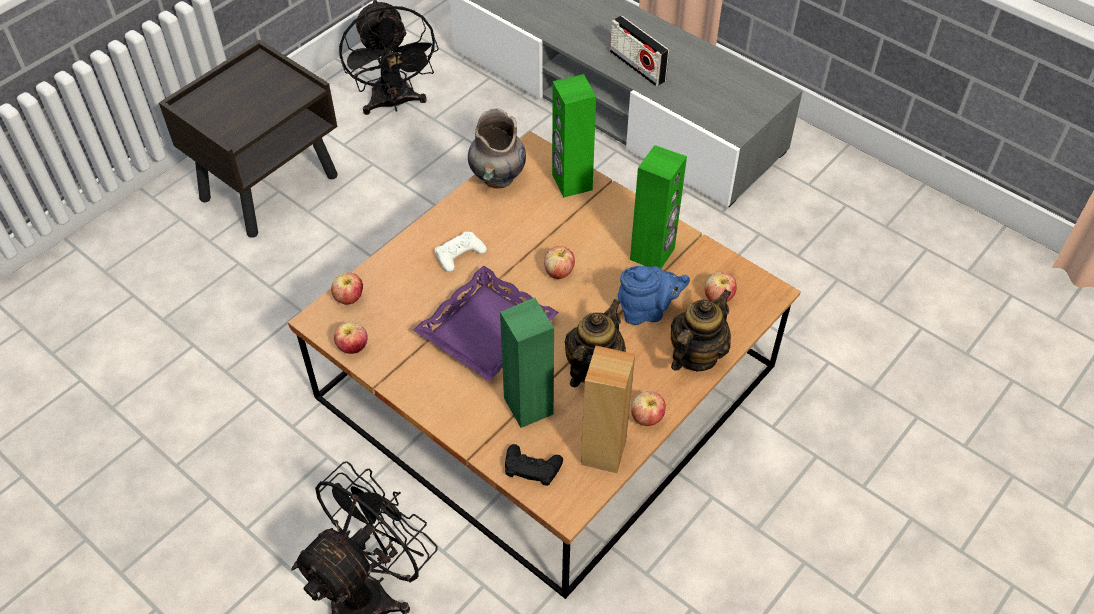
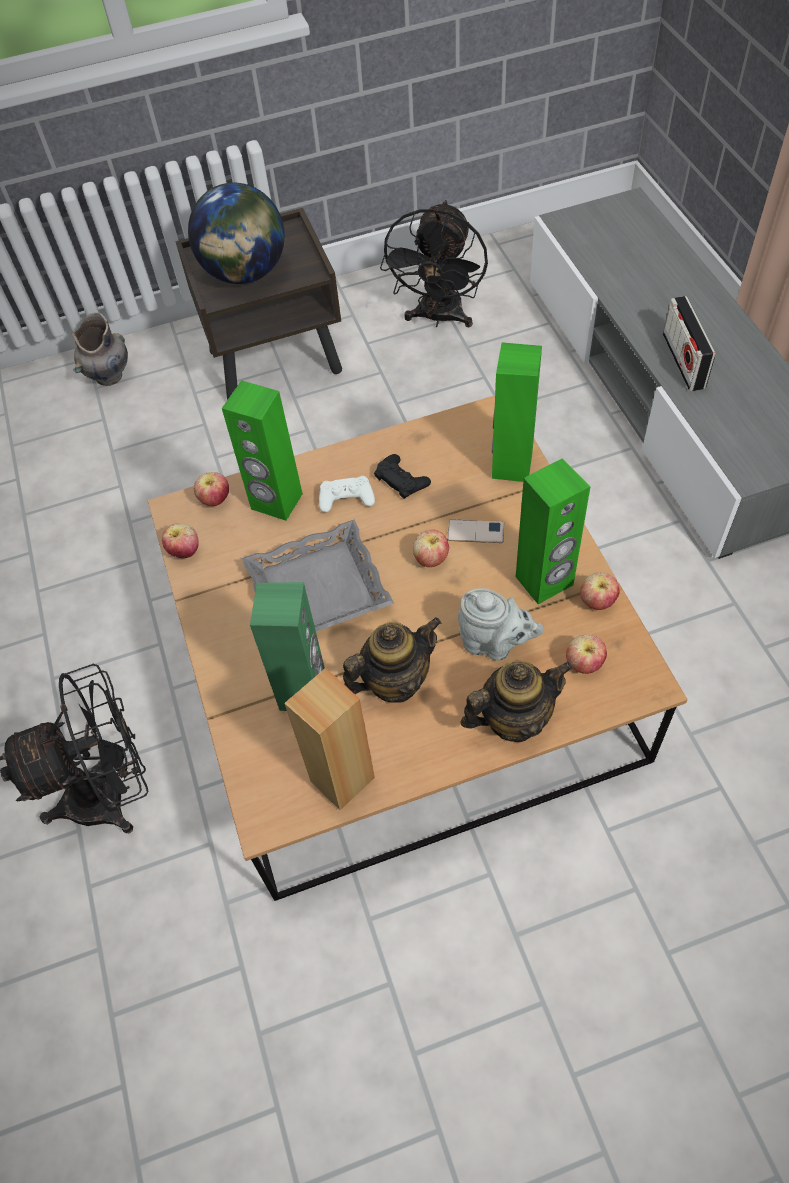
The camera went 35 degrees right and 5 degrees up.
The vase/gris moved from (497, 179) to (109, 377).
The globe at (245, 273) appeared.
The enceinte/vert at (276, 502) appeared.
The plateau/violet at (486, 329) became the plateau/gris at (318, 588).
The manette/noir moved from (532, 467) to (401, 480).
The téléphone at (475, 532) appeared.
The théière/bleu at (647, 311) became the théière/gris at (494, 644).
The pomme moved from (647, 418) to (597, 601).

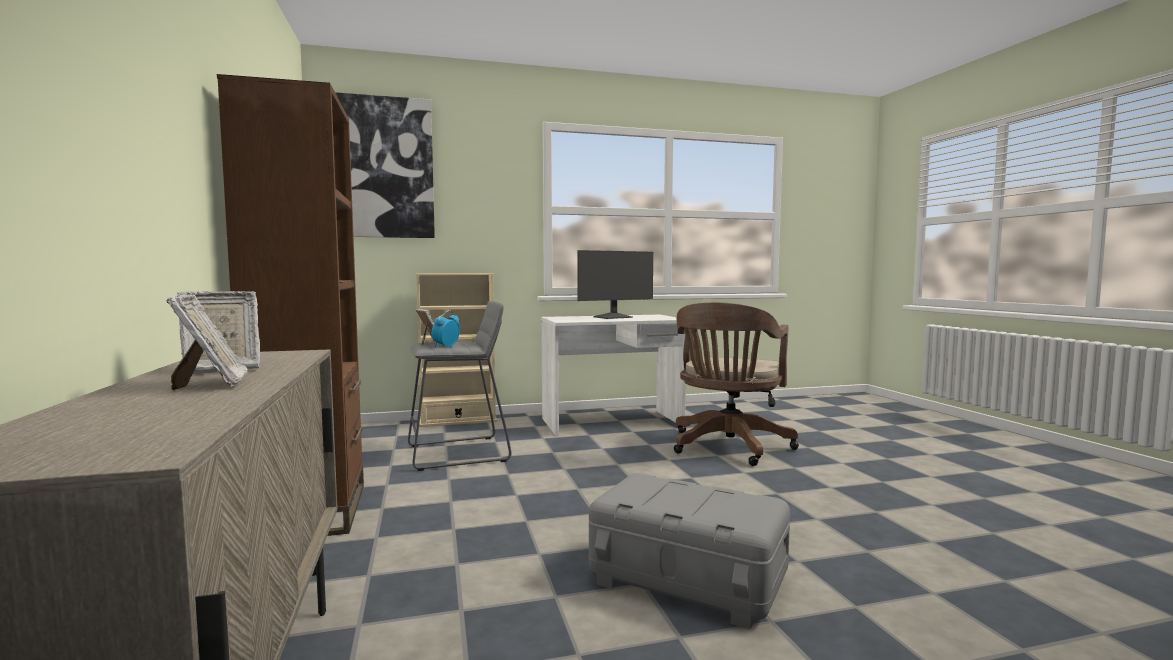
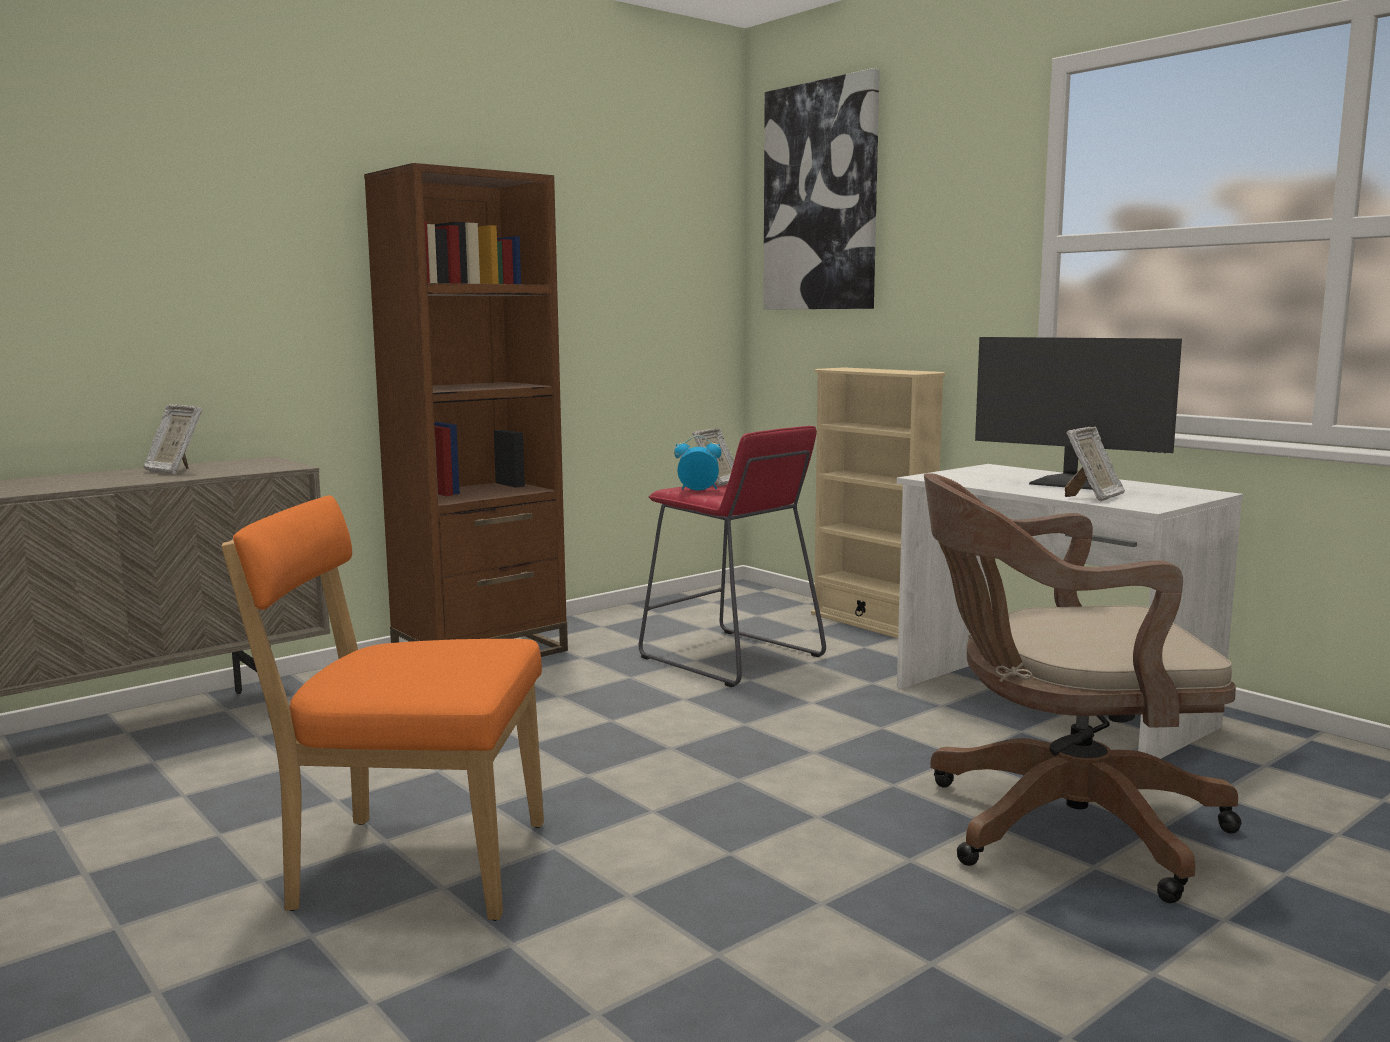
The camera went 65 degrees right and 5 degrees up.
The boîte de rangement/gris at (687, 579) was replaced by the chaise/orange at (409, 865).
The tabouret/gris at (458, 453) became the tabouret/rouge at (731, 657).
The cadre photo moved from (212, 384) to (1093, 497).

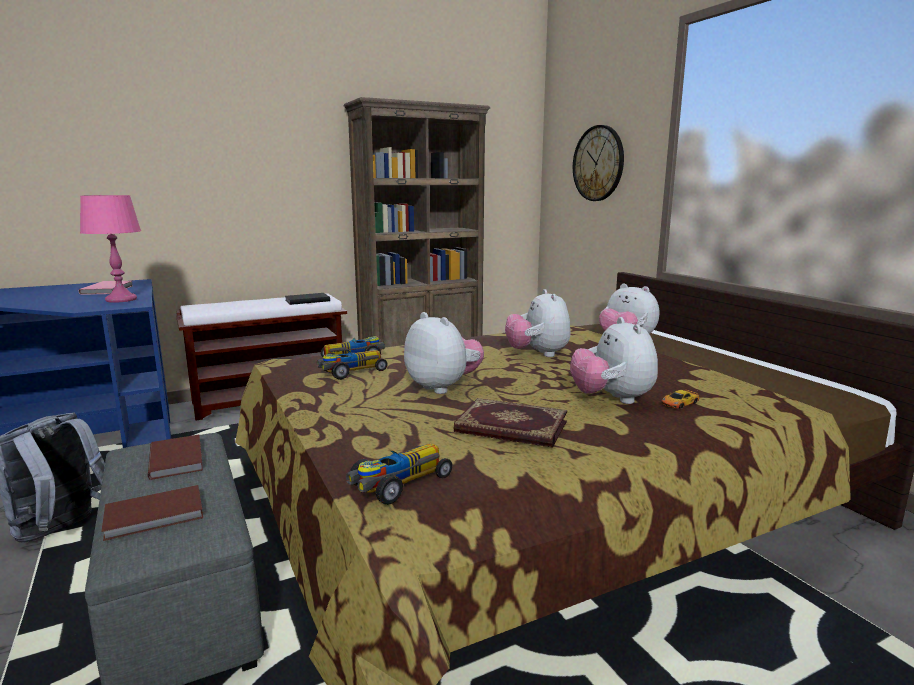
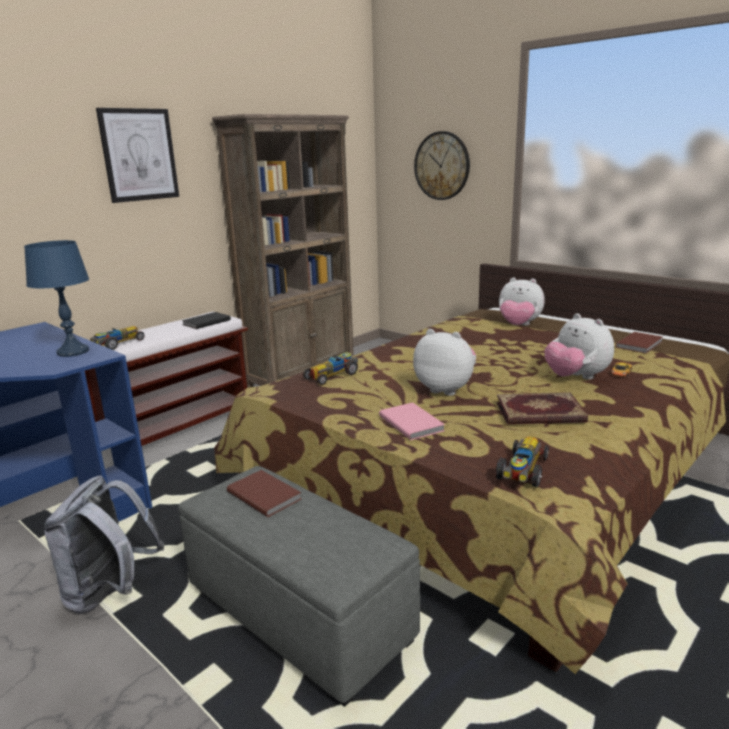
The camera went 20 degrees left and 5 degrees up.
The lampe de table/rose at (121, 300) became the lampe de table/bleu at (72, 352).
The petite voiture moved from (351, 372) to (117, 344).
The tableau at (139, 155) appeared.
The livre/rose moved from (109, 289) to (412, 423).
The livre/marron moved from (156, 515) to (640, 344).
The peluche at (538, 354) disappeared.

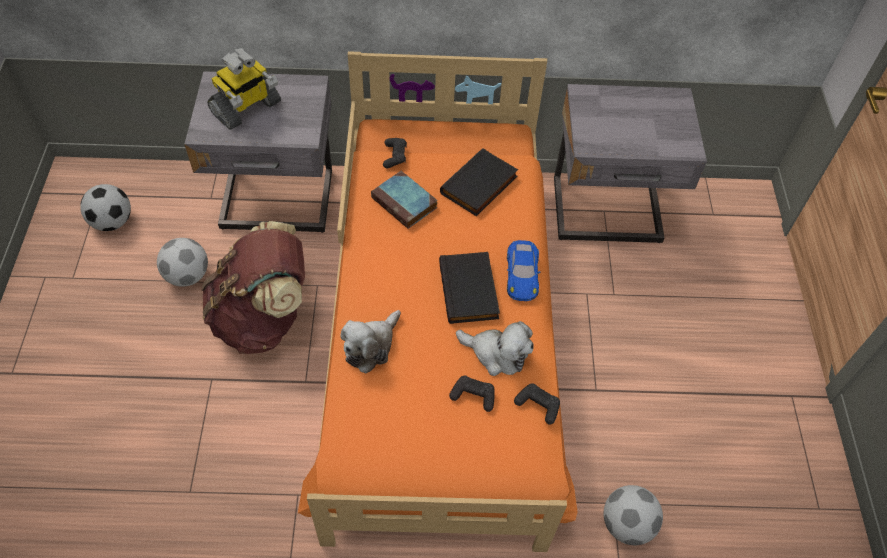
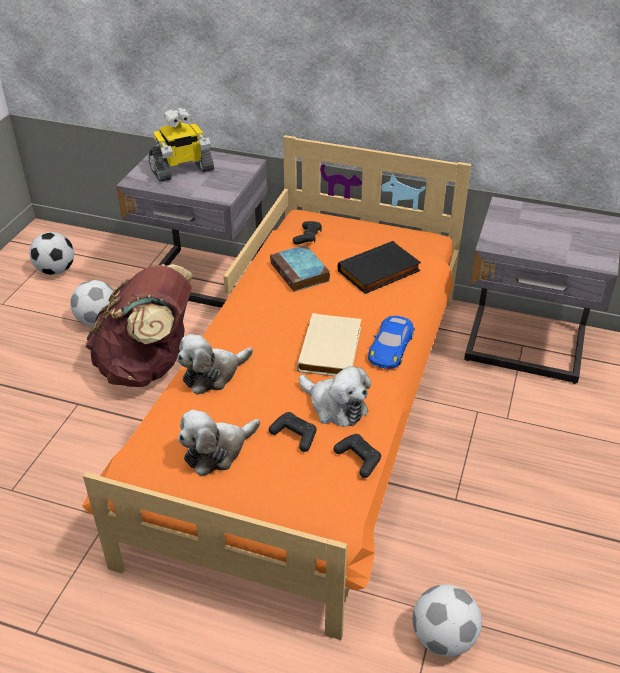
The camera went 20 degrees right and 15 degrees down.
The peluche at (217, 451) appeared.
The livre/noir at (470, 290) became the livre/beige at (332, 350).

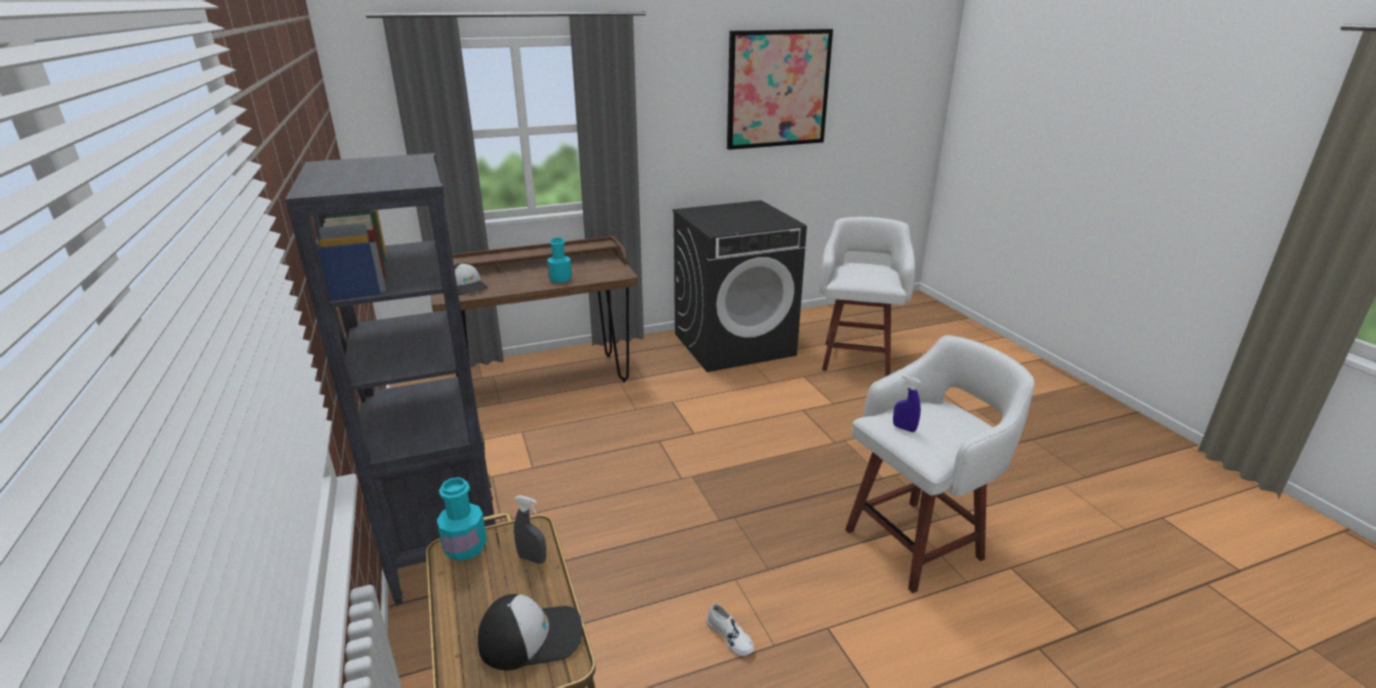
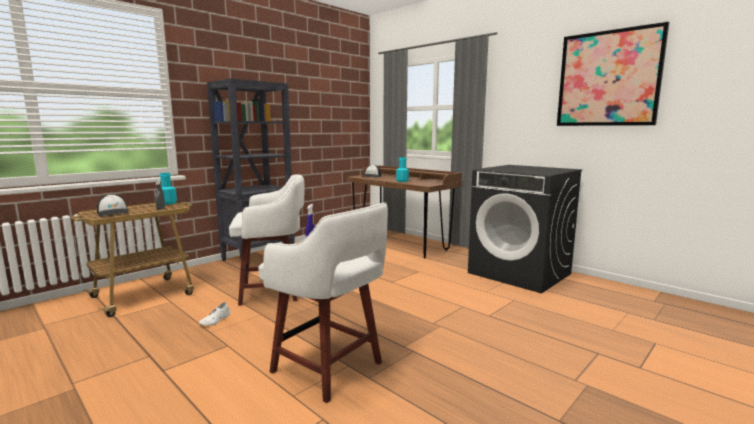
The camera went 65 degrees right and 15 degrees down.
The tabouret/blanc moved from (856, 358) to (272, 291).

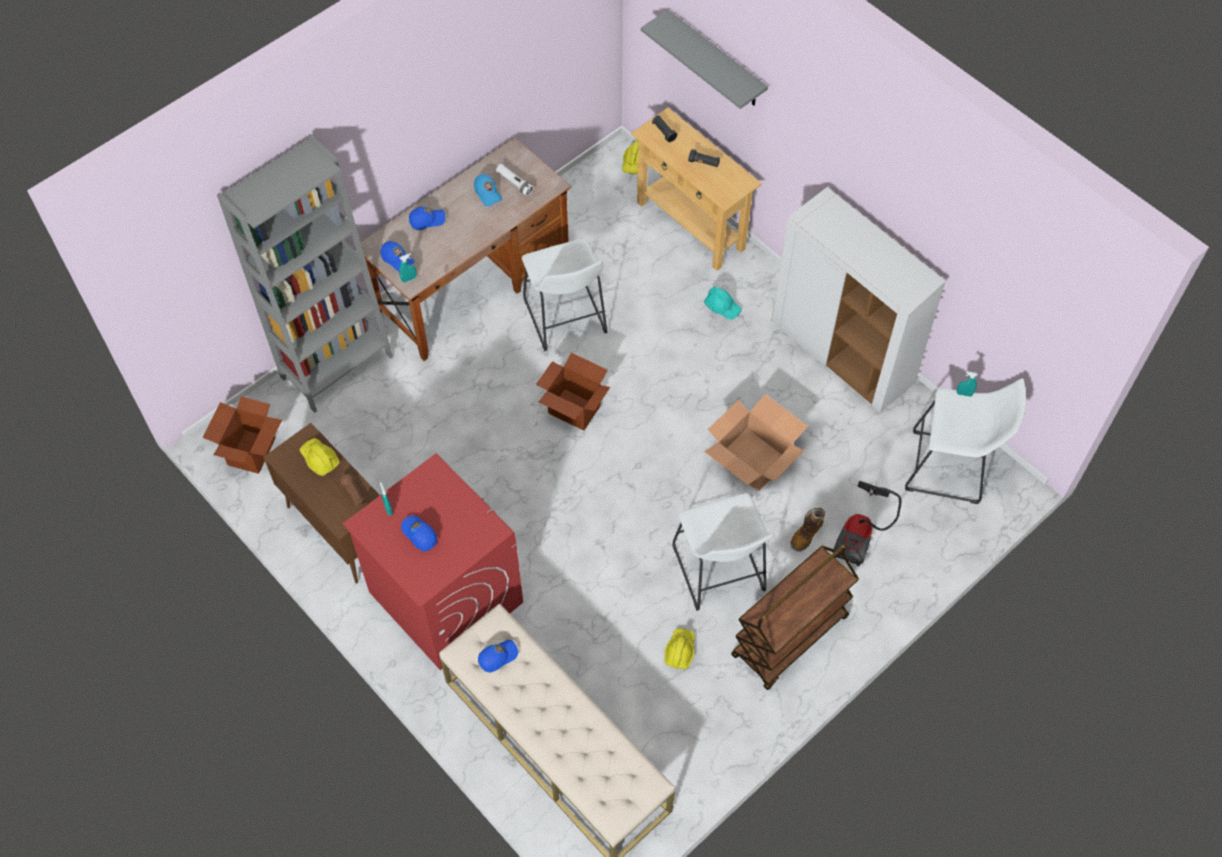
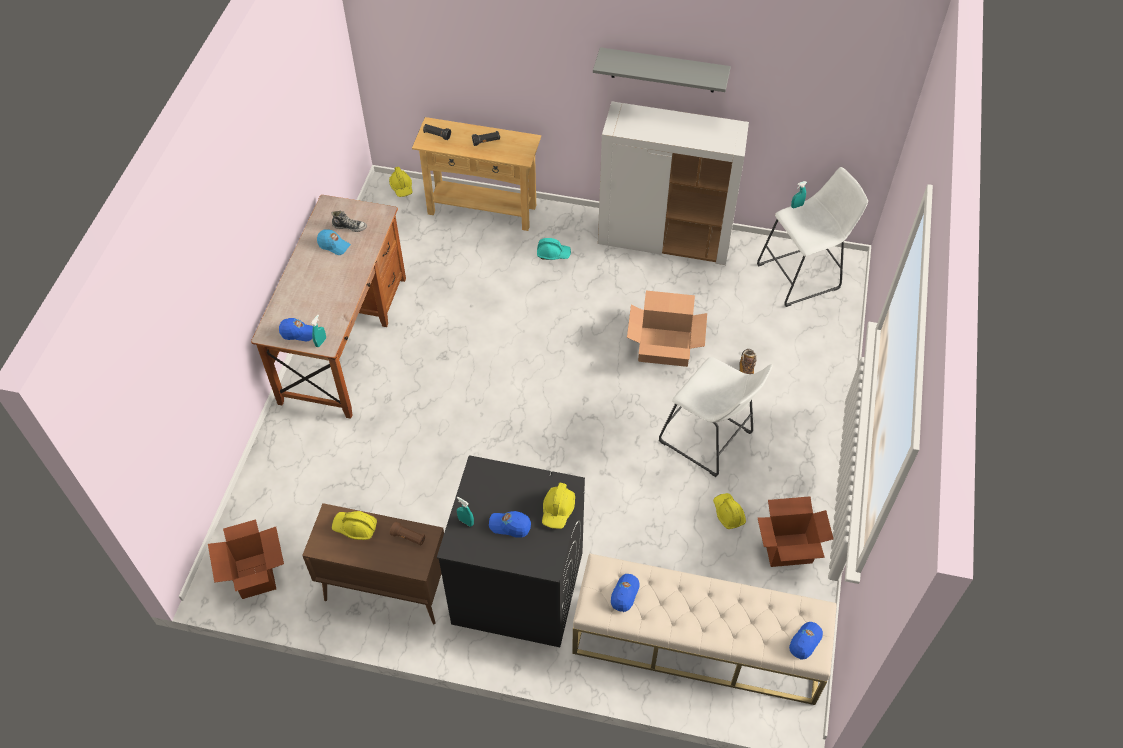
The camera went 35 degrees left and 5 degrees down.
The lampe de poche/blanc at (514, 183) was replaced by the chaussure at (350, 227).
The lave-linge/rouge at (444, 597) became the lave-linge/noir at (516, 588).
The casque de chantier/jaune at (558, 510) appeared.
The étagère/gris moved from (716, 60) to (663, 70).
The carton moved from (574, 409) to (787, 550).
The casquette/bleu moved from (427, 220) to (805, 642).
The bibliothèque/gris at (336, 366) disappeared.
The tabouret/blanc at (566, 320) disappeared.
The chariot/marron at (790, 638) disappeared.
The aspirateur at (861, 533) disappeared.

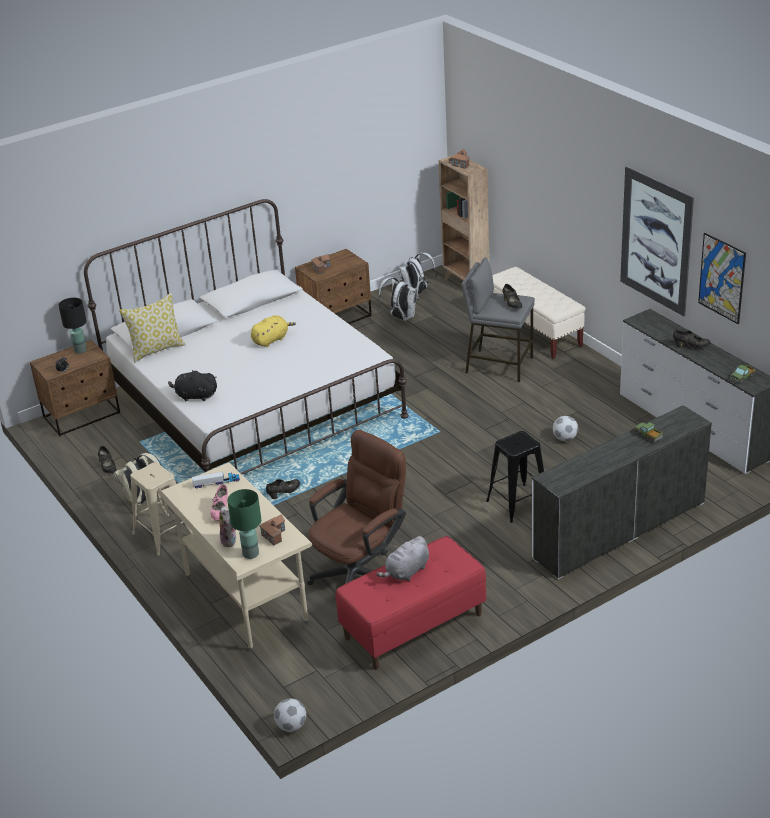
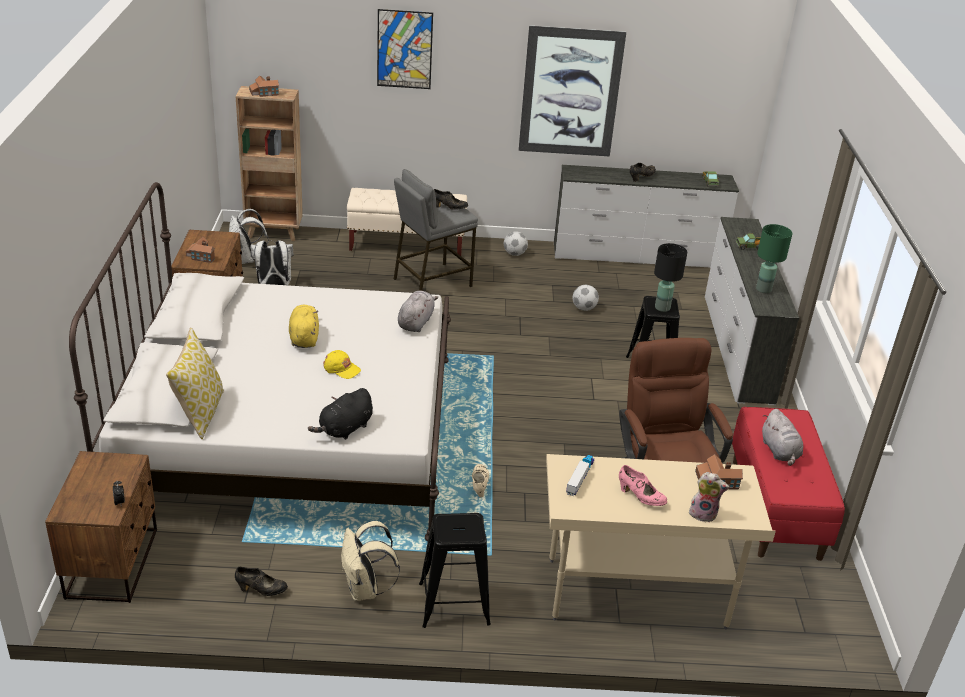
The camera went 60 degrees left and 0 degrees up.
The casquette/jaune at (341, 368) appeared.
The tableau moved from (722, 278) to (404, 49).
The peluche/gris at (416, 322) appeared.
The tabouret/beige at (163, 535) became the tabouret/noir at (454, 604).
The chaussure/noir at (284, 493) became the chaussure/beige at (479, 486).
The ballon de foot moved from (291, 726) to (514, 254).
The lampe de table/noir moved from (80, 350) to (662, 308).
The lampe de table/vert moved from (250, 553) to (763, 289).

